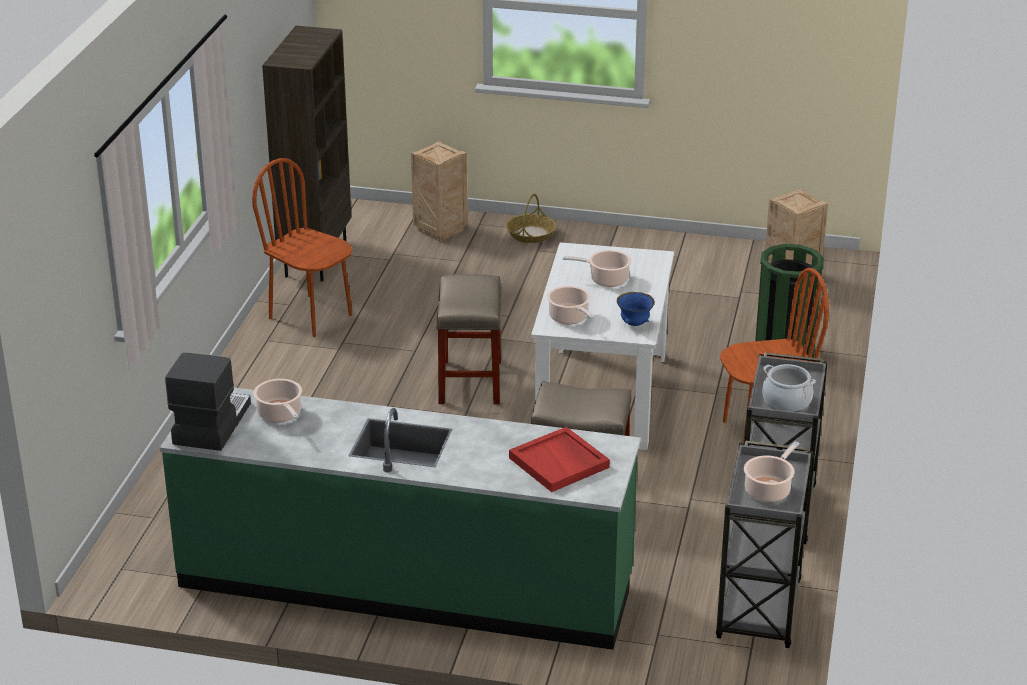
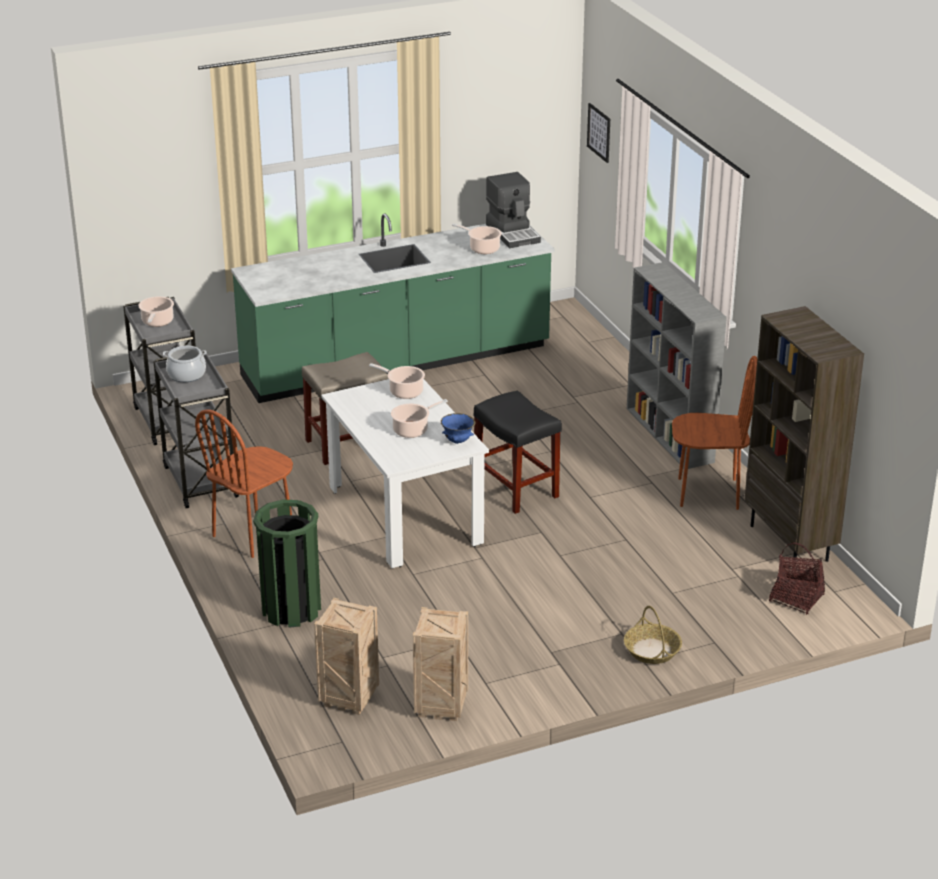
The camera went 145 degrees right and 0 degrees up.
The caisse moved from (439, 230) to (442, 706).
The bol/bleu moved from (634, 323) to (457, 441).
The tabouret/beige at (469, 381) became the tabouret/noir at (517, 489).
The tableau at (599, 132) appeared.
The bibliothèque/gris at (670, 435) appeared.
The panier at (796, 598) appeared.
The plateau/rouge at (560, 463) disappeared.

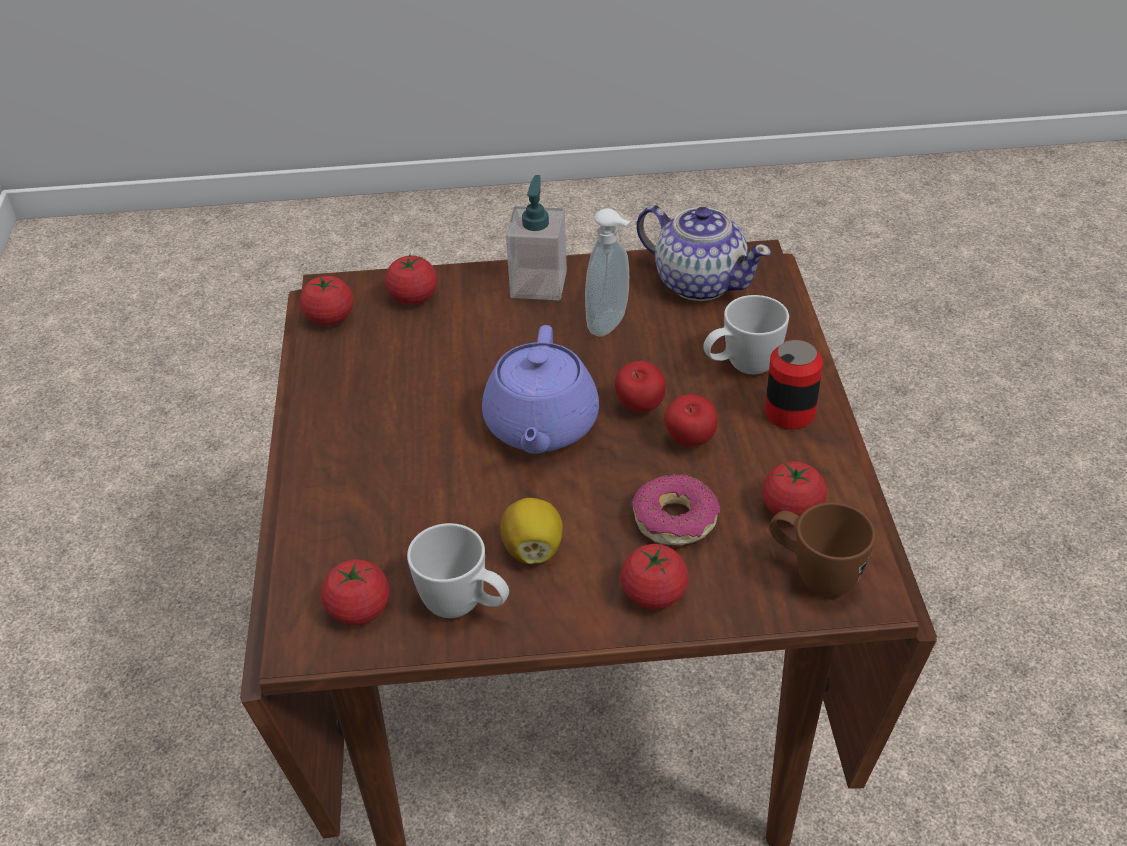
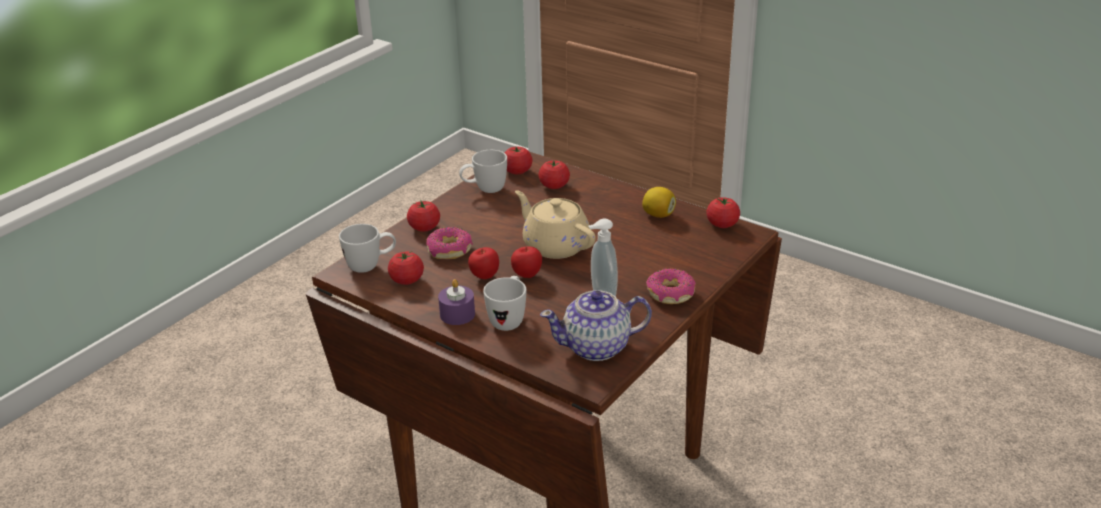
The camera went 130 degrees right and 10 degrees down.
The mug/marron at (813, 575) became the mug/blanc at (371, 266).
The boîte métallique at (789, 413) was replaced by the bougie/violet at (457, 314).
The théière/violet at (541, 427) became the théière/beige at (555, 245).
The tomate moved from (413, 297) to (554, 186).
The citron moved from (533, 549) to (658, 215).
The distributeur de savon at (538, 284) was replaced by the beignet at (670, 294).

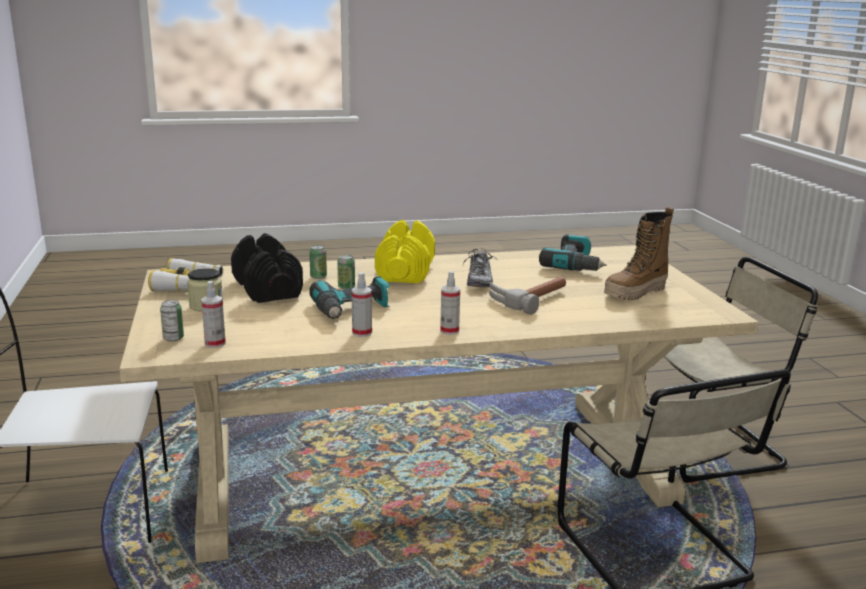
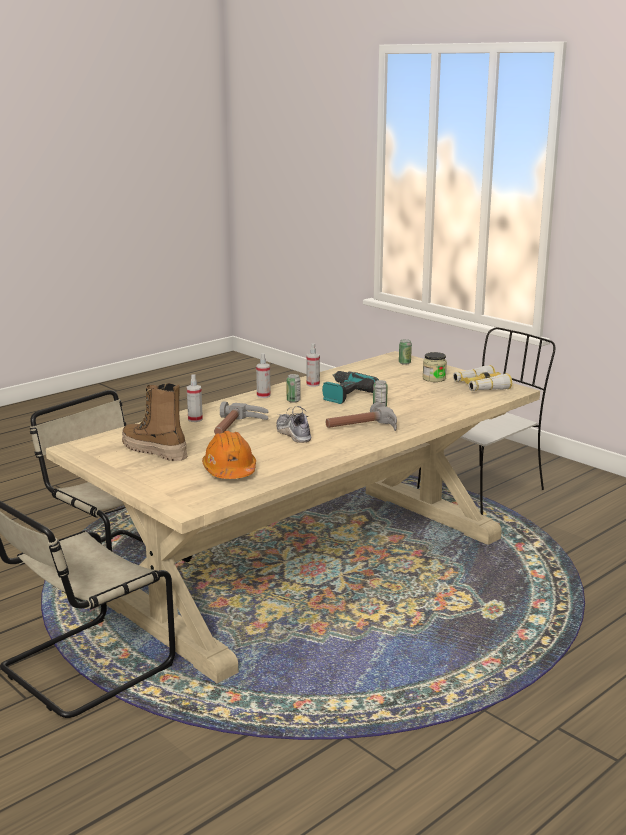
The camera went 150 degrees right and 0 degrees up.
The botte at (635, 293) turned 75 degrees counterclockwise.
The vaporisateur moved from (215, 343) to (195, 419).
The perceuse at (575, 265) was replaced by the casque de chantier/orange at (229, 471).
The boîte métallique moved from (318, 277) to (293, 400).
The haltère/jaune at (405, 272) was replaced by the marteau at (363, 428).
The haltère/noir at (267, 289) disappeared.

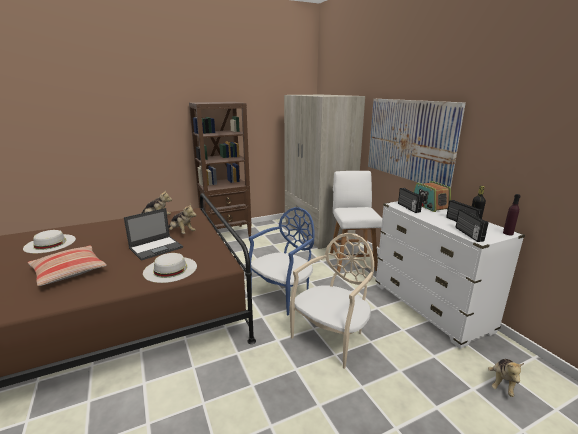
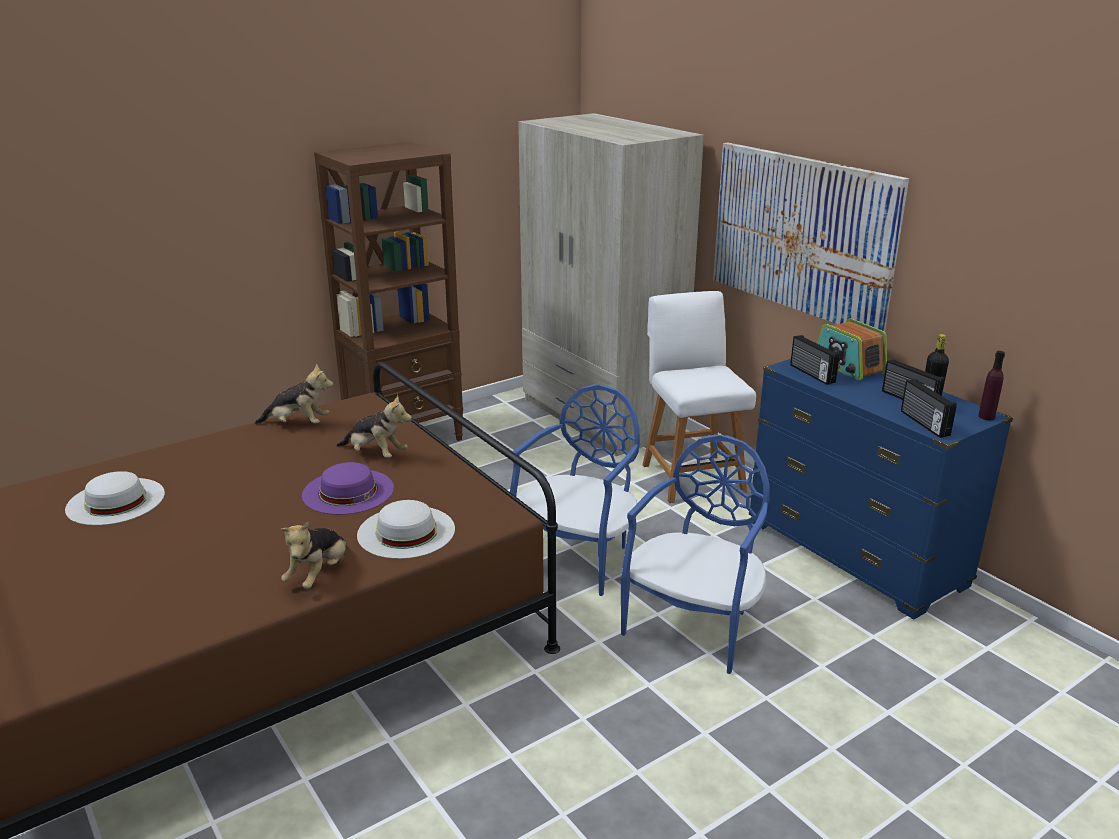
The camera went 10 degrees left and 5 degrees up.
The peluche moved from (502, 383) to (318, 574).
The ordinateur portable at (156, 248) was replaced by the chapeau/violet at (348, 491).
The chaise/beige at (332, 337) became the chaise/bleu at (694, 626).
The commode/blanc at (430, 307) became the commode/bleu at (855, 554).
The coussin at (69, 271) disappeared.

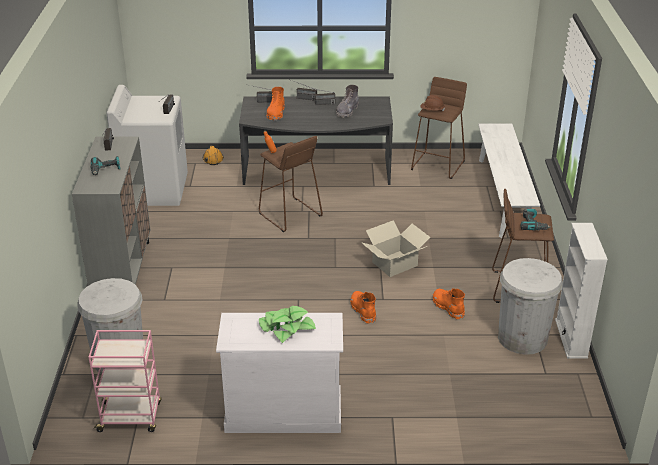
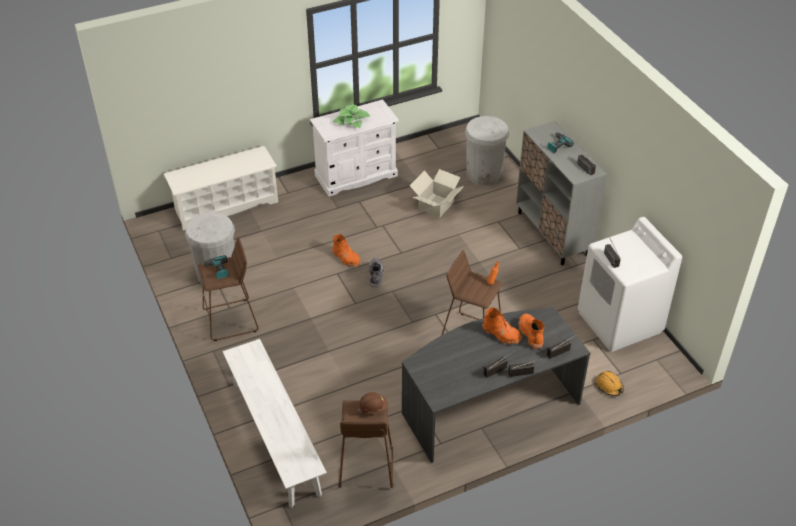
The camera went 155 degrees right and 10 degrees up.
The étagère à chaussures/blanc at (226, 206) appeared.
The botte/gris moved from (347, 111) to (375, 276).
The carton moved from (395, 264) to (435, 205).
The botte/orange moved from (448, 308) to (501, 334).
The chariot/rose at (131, 417) disappeared.
The bibliothèque/blanc at (571, 338) disappeared.

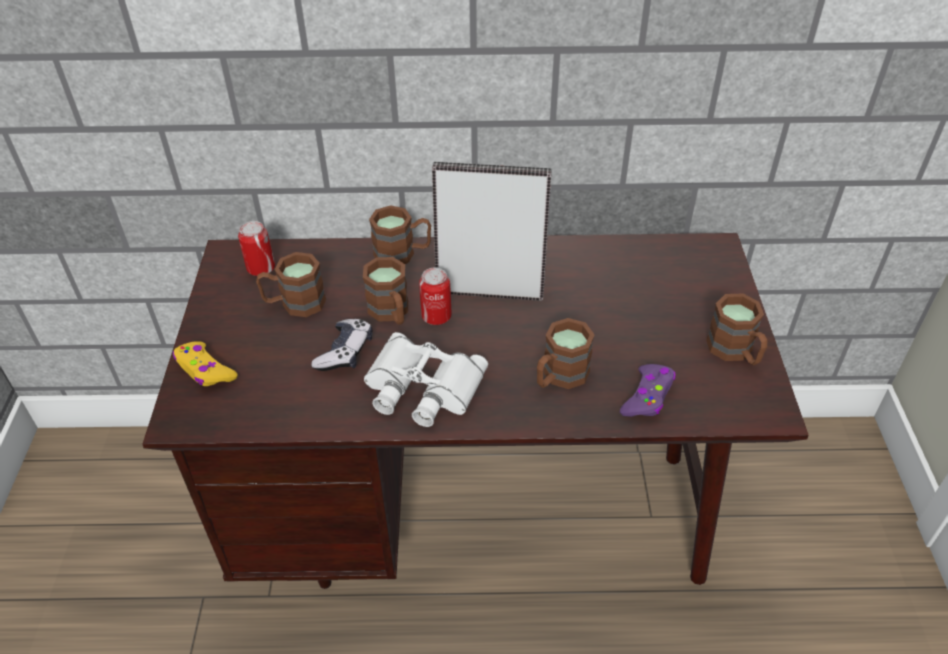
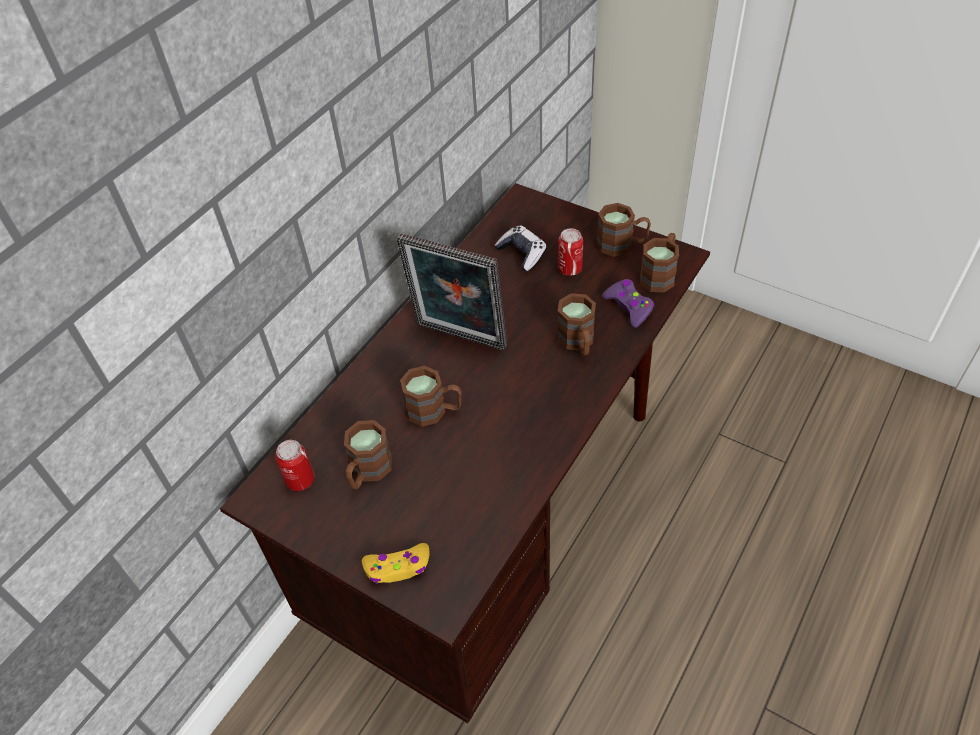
The camera went 55 degrees left and 5 degrees up.
The cadre photo at (490, 289) turned 105 degrees counterclockwise.
The manette moved from (345, 352) to (522, 254).
The boîte métallique moved from (436, 316) to (569, 268).
The mug/marron moved from (403, 253) to (660, 274).
The jumelles/blanc at (421, 388) disappeared.

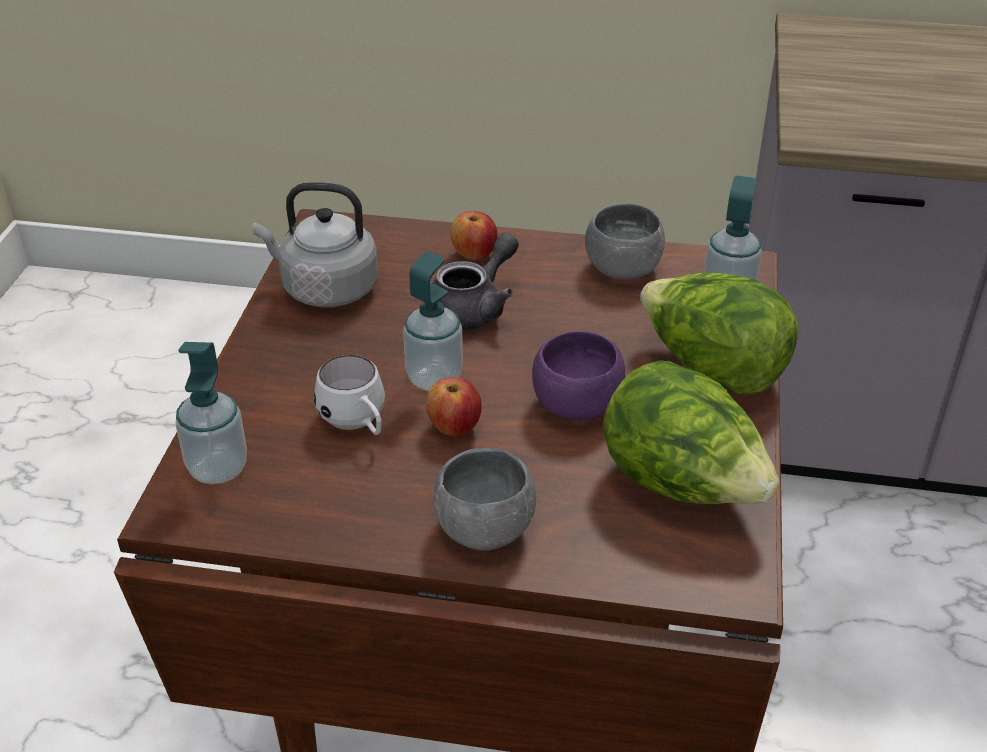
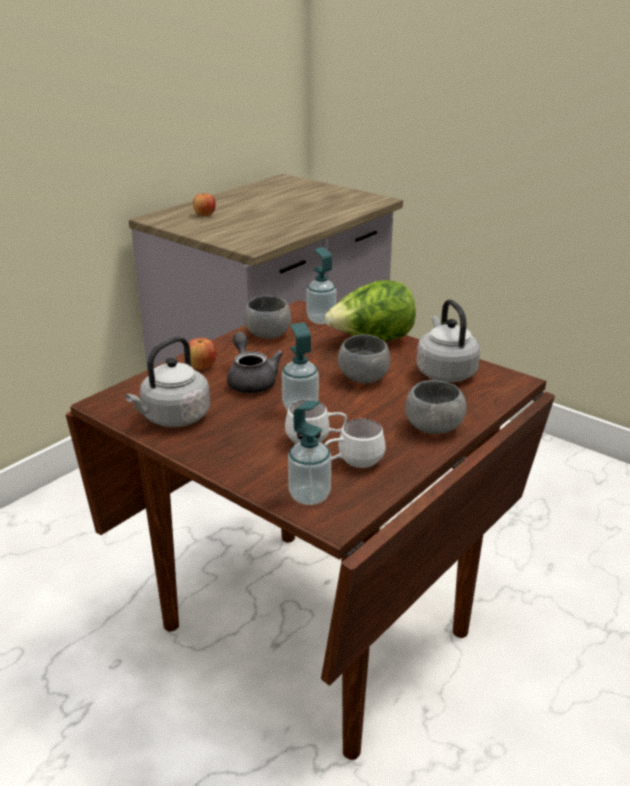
The camera went 60 degrees left and 10 degrees down.
The pomme moved from (454, 427) to (205, 215).
The mug/blanc at (353, 463) appeared.
The bol/violet at (576, 405) became the bol/gris at (363, 378).
The laitue at (682, 485) was replaced by the bouilloire/gris at (445, 372).

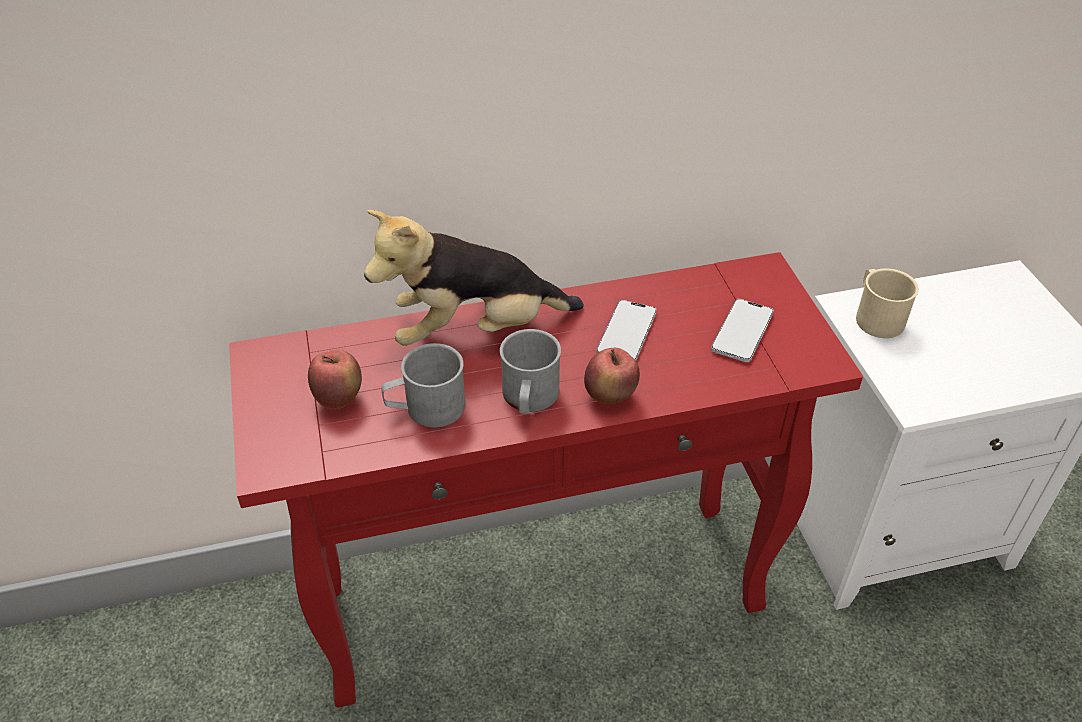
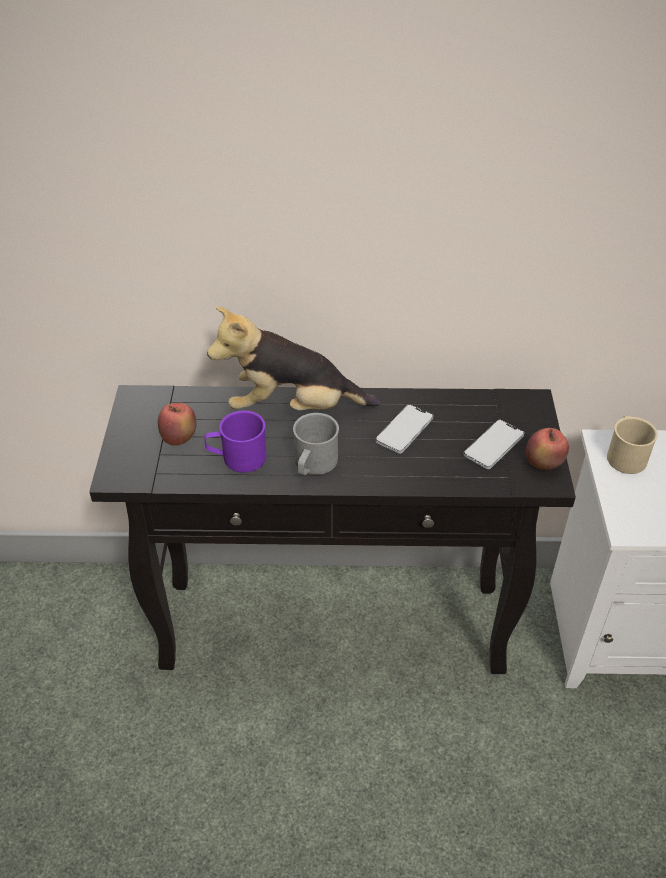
The camera went 15 degrees right and 0 degrees up.
The table console/rouge at (544, 597) became the table console/noir at (336, 625).
The mug/gris at (426, 409) became the mug/violet at (237, 457).
The pomme moved from (610, 396) to (543, 464).

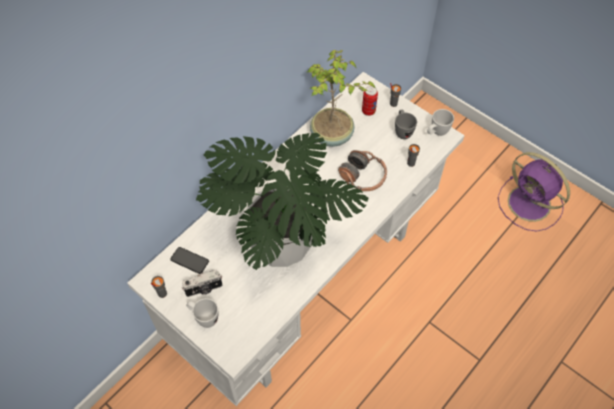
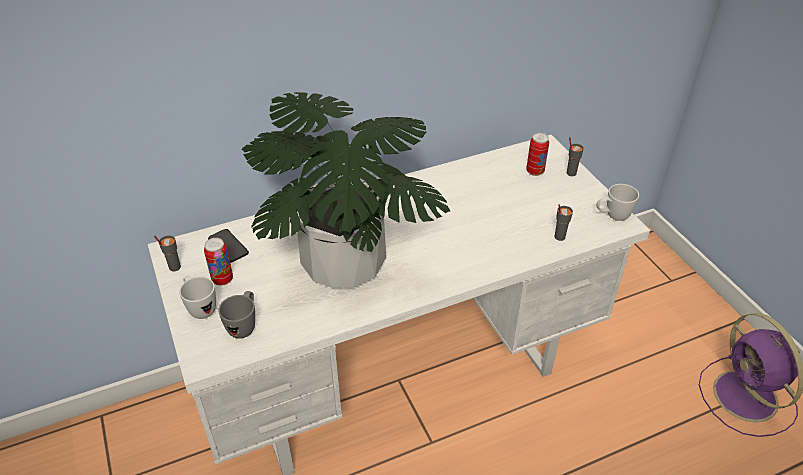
The camera went 25 degrees right and 15 degrees down.
The appareil photo at (204, 289) was replaced by the boîte métallique at (222, 279).
The mug/gris moved from (402, 131) to (244, 326).
The plante en pot at (331, 136) disappeared.
The casque audio at (363, 177) disappeared.

